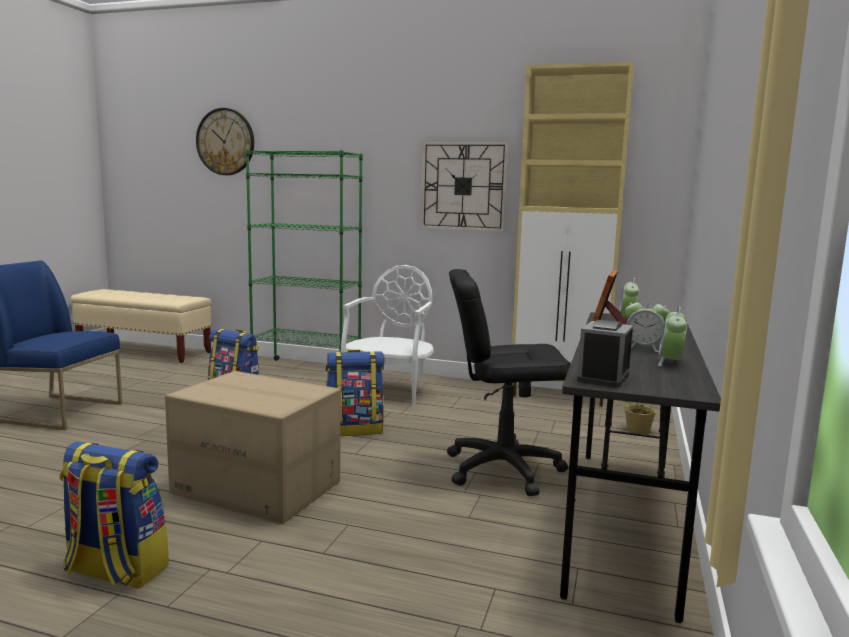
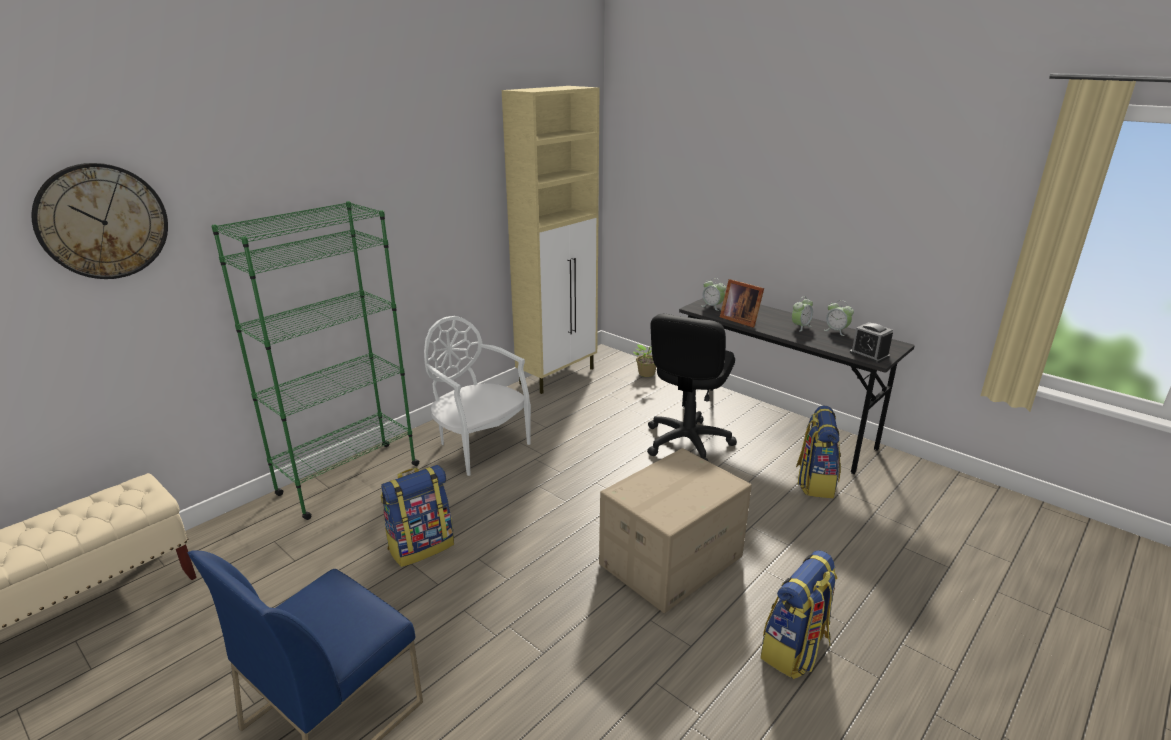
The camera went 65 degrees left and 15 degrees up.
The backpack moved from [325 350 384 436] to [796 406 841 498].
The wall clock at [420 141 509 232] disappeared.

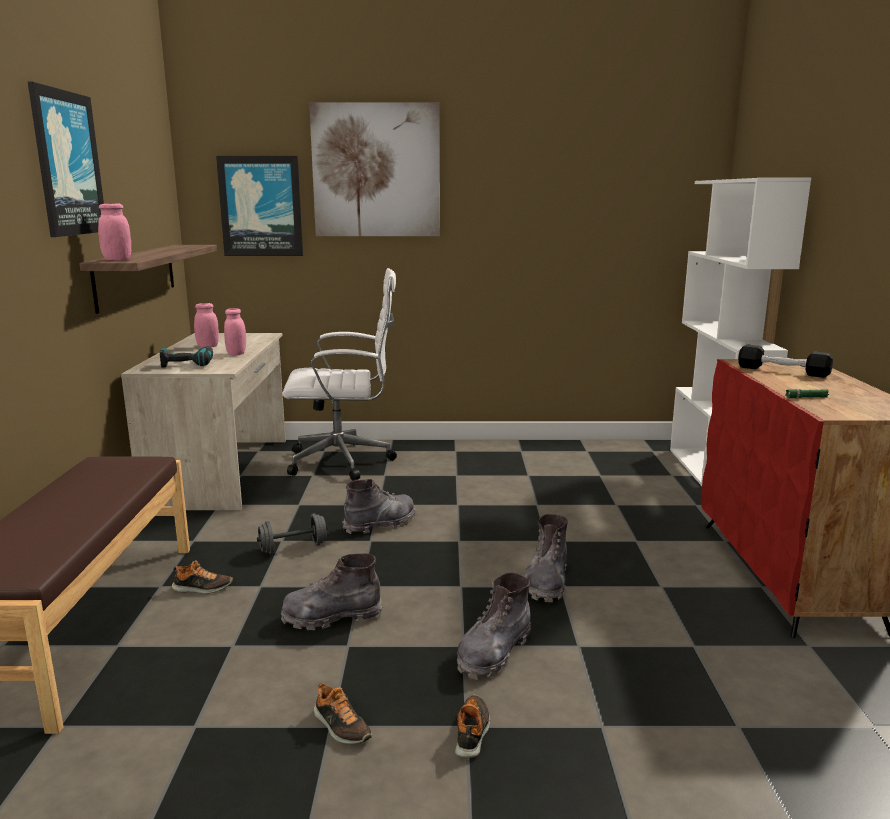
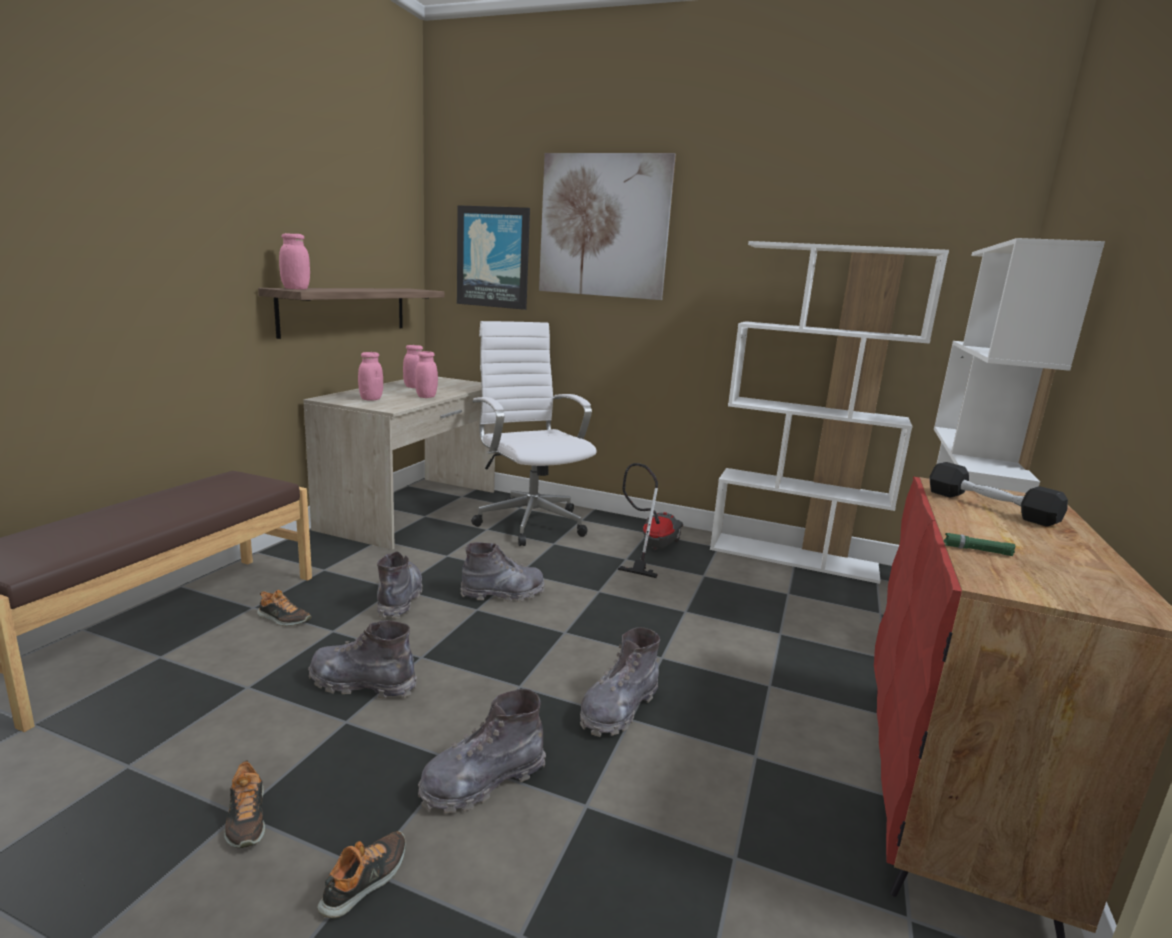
The camera went 20 degrees right and 0 degrees up.
The power drill at [160 346 213 368] was replaced by the pink jar at [358 352 383 401].
The grey dumbbell at [257 513 327 554] was replaced by the grey boot at [377 551 423 619].
The white office chair at [282 268 397 481] turned 135 degrees counterclockwise.
The vacuum cleaner at [617 463 683 578] appeared.
The white bookcase at [710 241 949 584] appeared.
The picture at [28 82 104 237] disappeared.

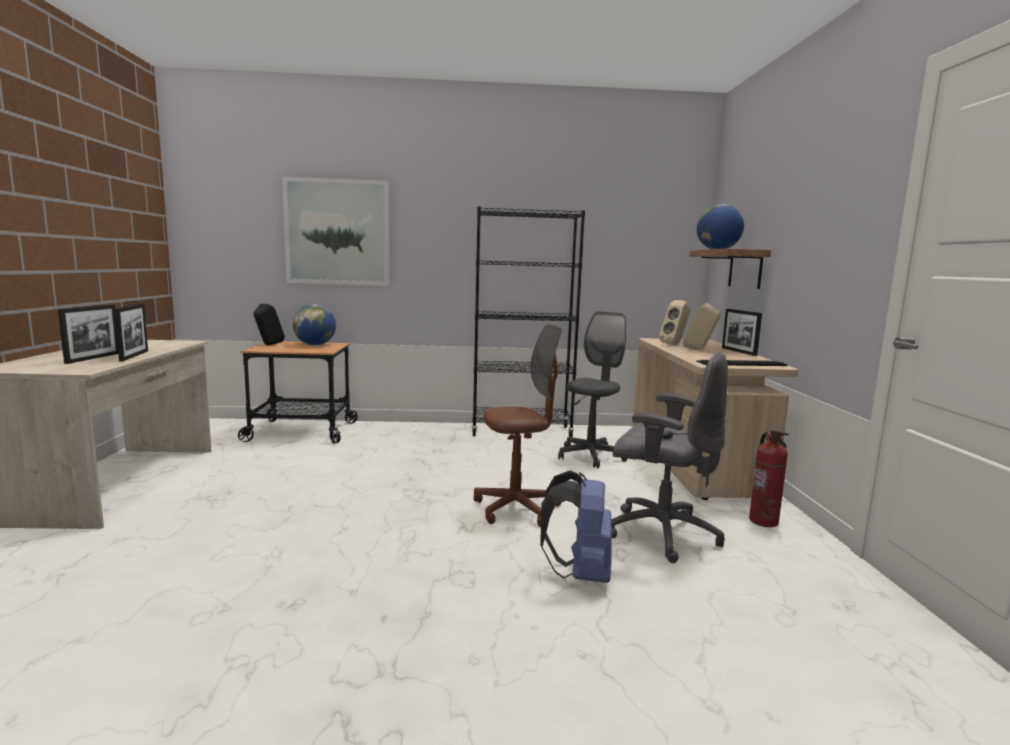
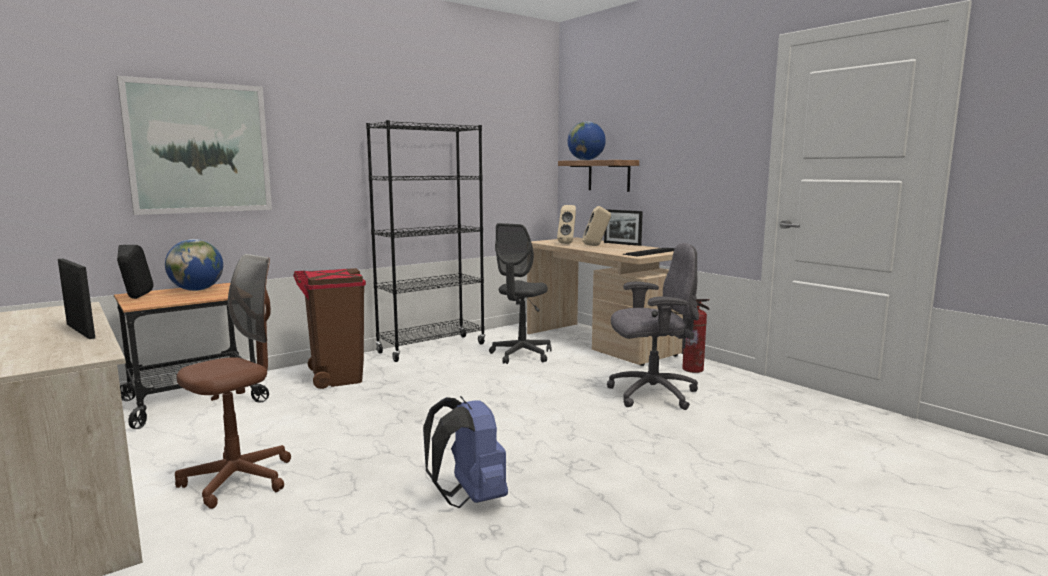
The camera went 35 degrees left and 0 degrees up.
The brown office chair moved from [474 324 563 527] to [175 254 291 509].
The brown trash can at [293 268 366 389] appeared.
The blue backpack moved from [540 471 612 583] to [423 396 508 508].
The grey office chair at [558 311 627 468] turned 150 degrees counterclockwise.
The picture frame at [58 305 118 364] disappeared.

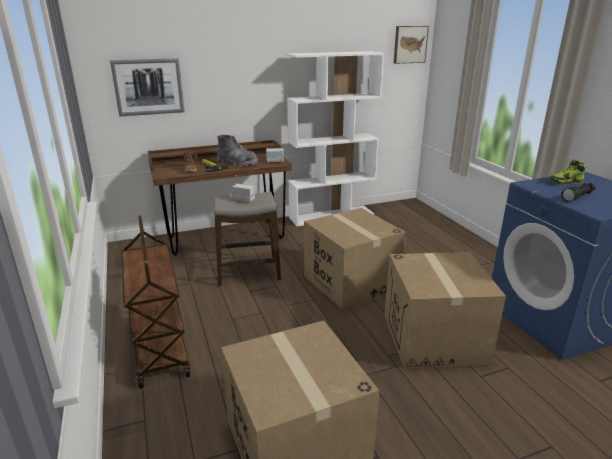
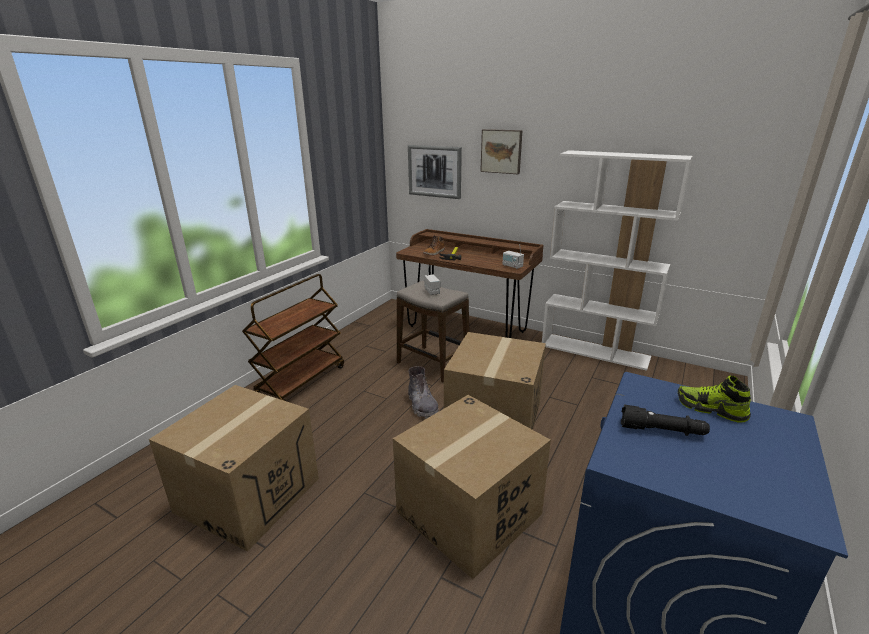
The camera went 50 degrees right and 0 degrees up.
The grey boot moved from [217 135 258 167] to [408 366 439 419].
The picture moved from [394 26 429 64] to [480 129 523 174].

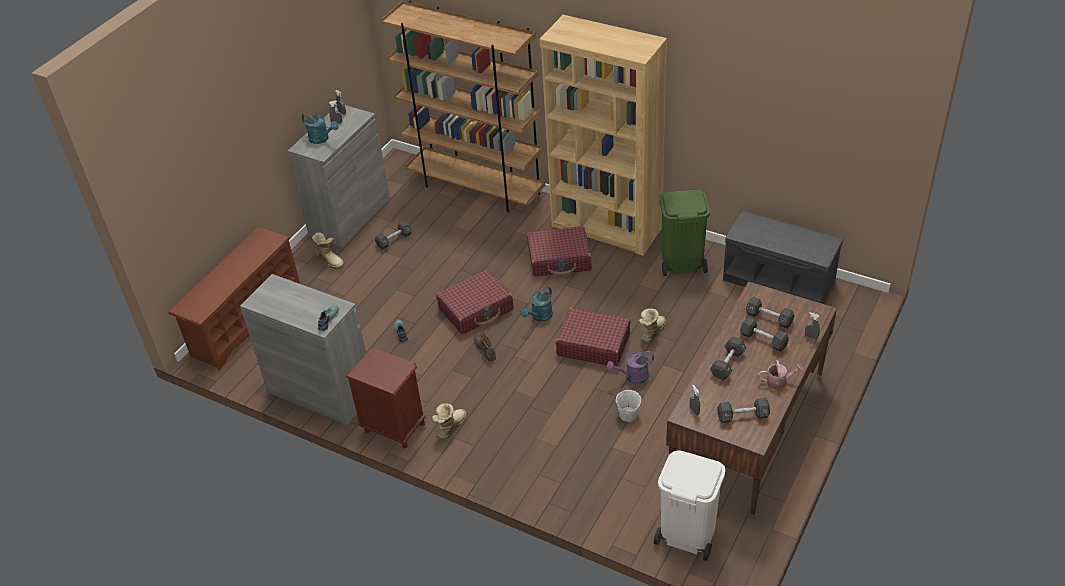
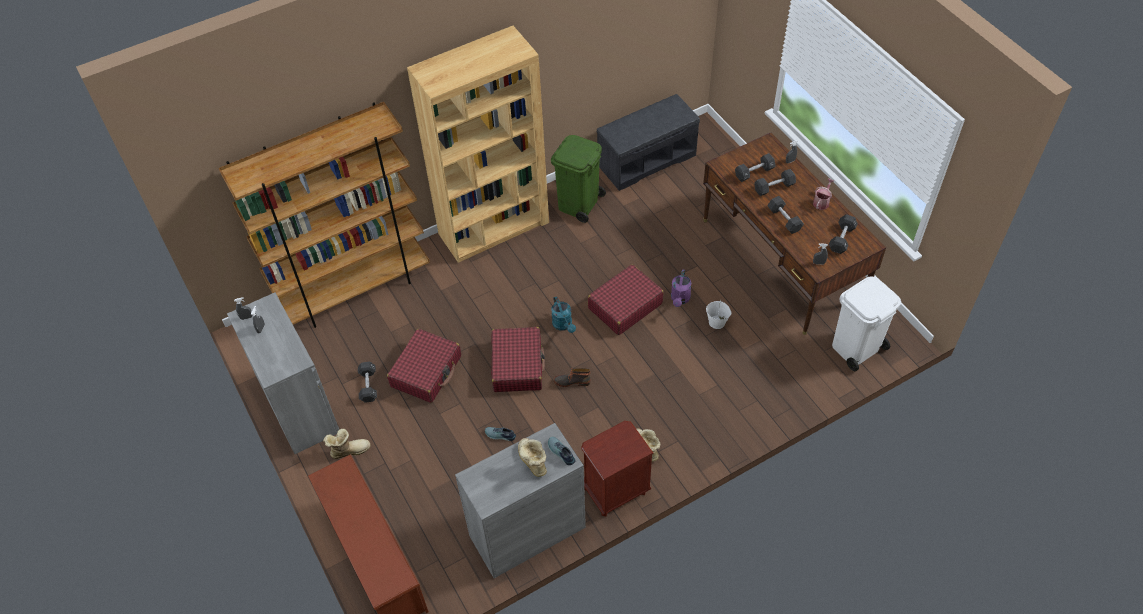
The camera went 60 degrees left and 10 degrees up.
The red suitcase moved from [527 226 592 277] to [387 329 461 403].
The boot moved from [638 308 666 342] to [518 438 547 477].
The turquoise watering can at [302 112 339 144] disappeared.

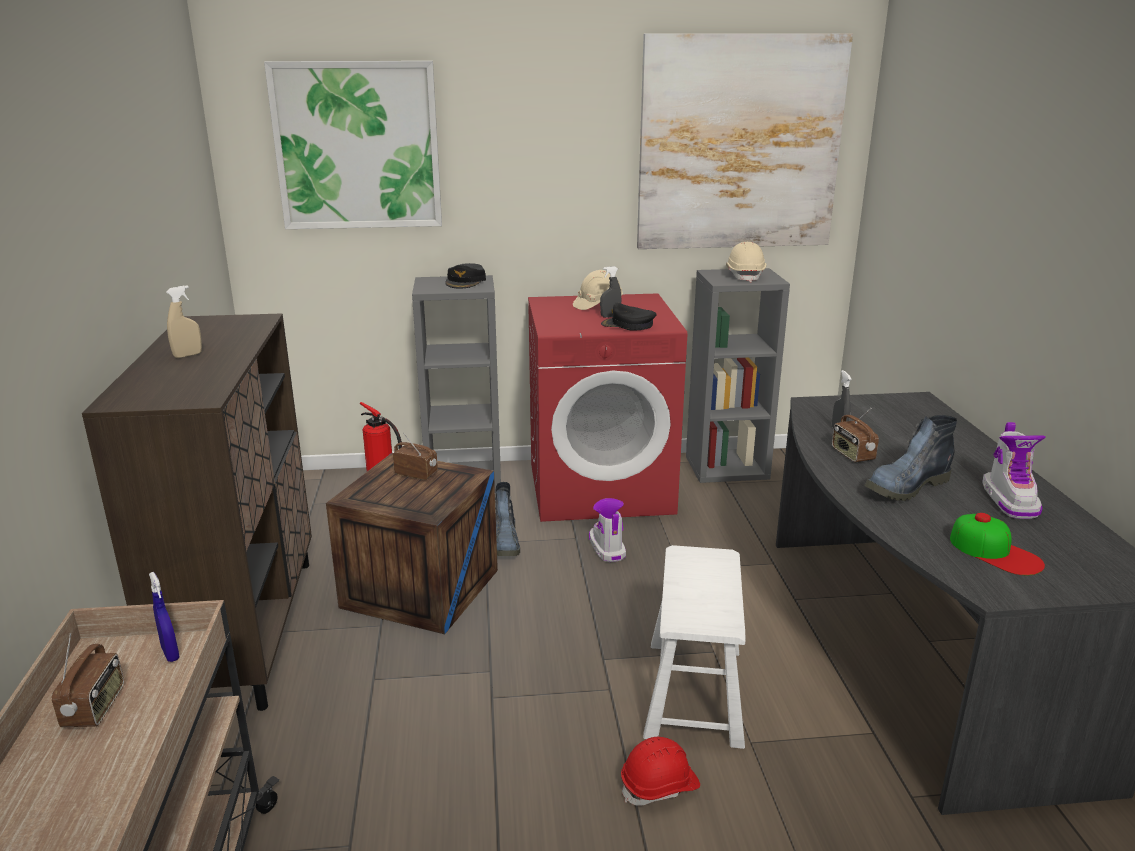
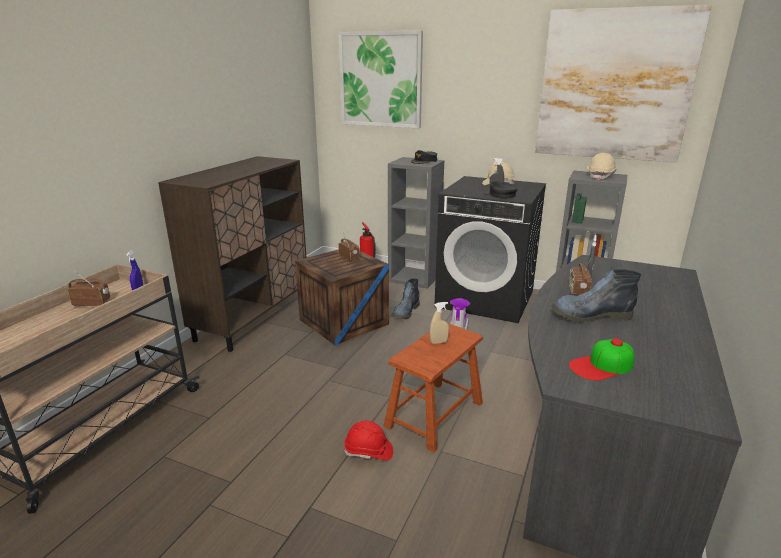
The camera went 30 degrees right and 0 degrees up.
The radio at [52 633 124 727] turned 120 degrees counterclockwise.
The white stool at [643 545 745 749] became the brown stool at [383 323 483 452].
The beige spray bottle moved from [166 285 202 358] to [430 302 449 344].
The red washing machine at [528 293 687 522] became the black washing machine at [434 176 546 323].
The cap at [950 513 1045 575] turned 75 degrees clockwise.
The boot at [982 422 1046 519] disappeared.

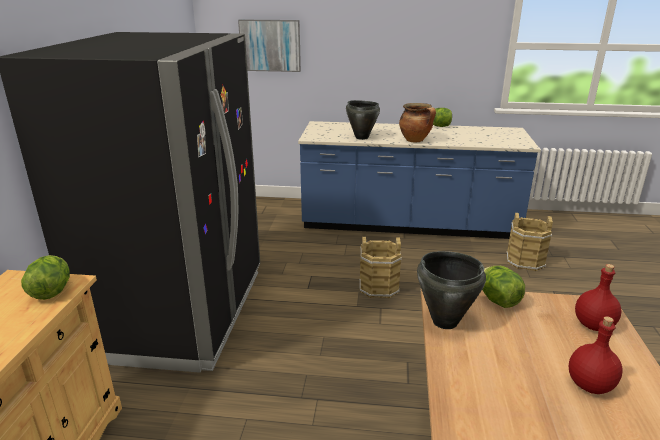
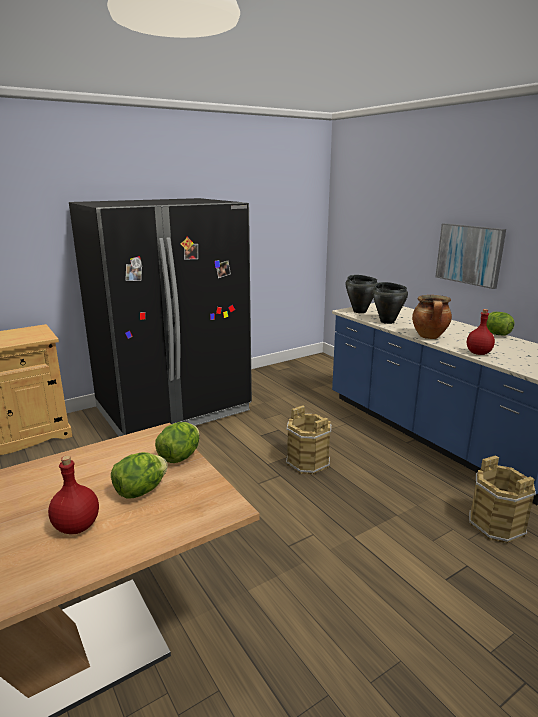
The camera went 50 degrees right and 5 degrees down.
The lettuce moved from [21 255 70 300] to [111 452 168 499].
The black cooking pot moved from [417 251 486 329] to [345 275 378 313].
The picture moved from [238 19 301 72] to [435 223 506 289].
The red bottle moved from [575 264 621 331] to [467 309 495 355].

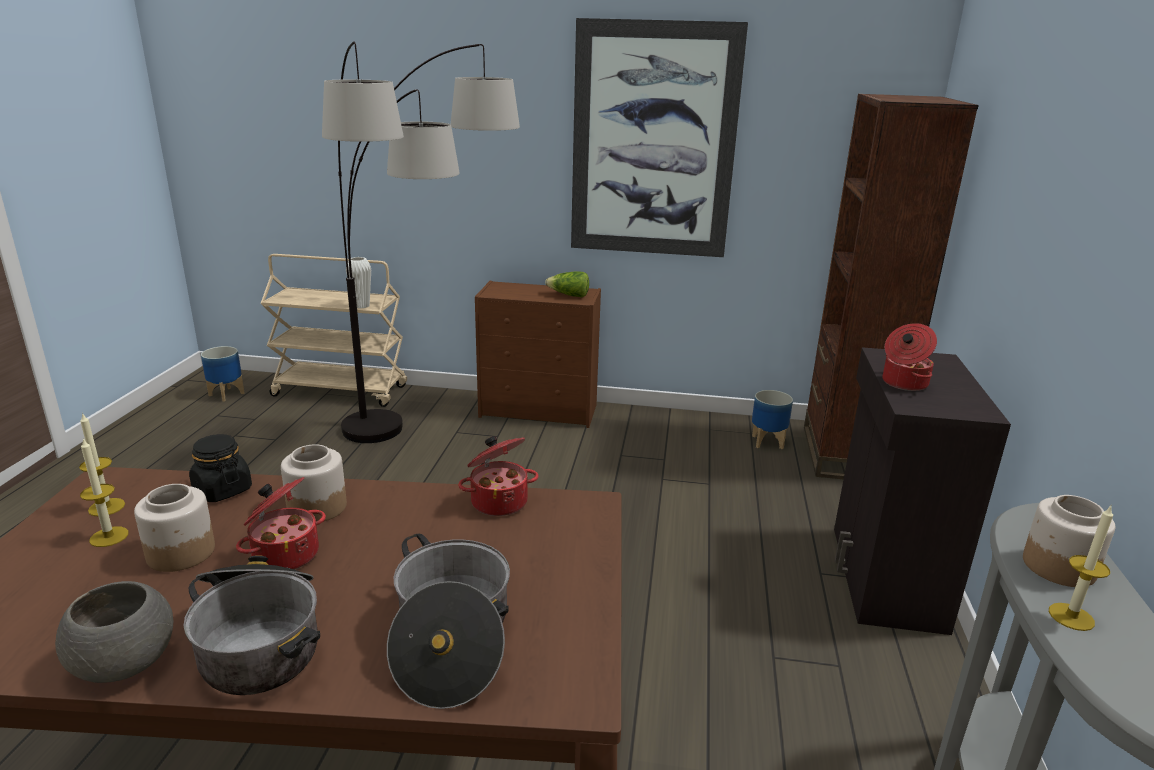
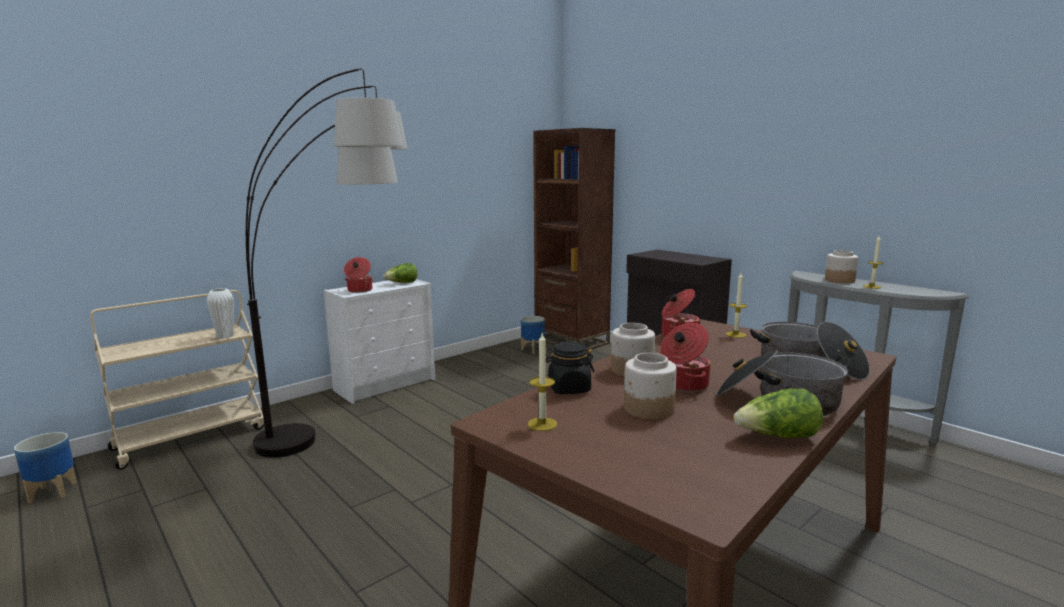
The camera went 50 degrees left and 10 degrees down.
The brown dresser at [475 281 601 428] became the white dresser at [324 279 435 404].
The cooking pot moved from [883 323 937 391] to [344 257 374 293].
The candle moved from [80 438 129 547] to [726 273 747 338].
The grey bowl at [55 581 173 683] was replaced by the lettuce at [734 388 823 438].
The picture at [571 18 748 257] disappeared.

